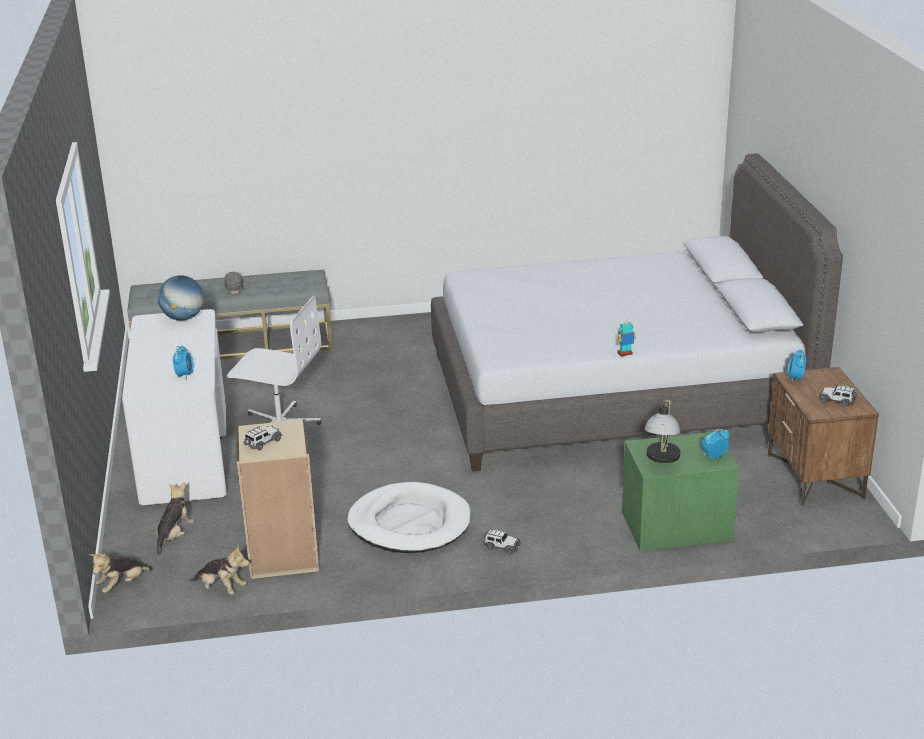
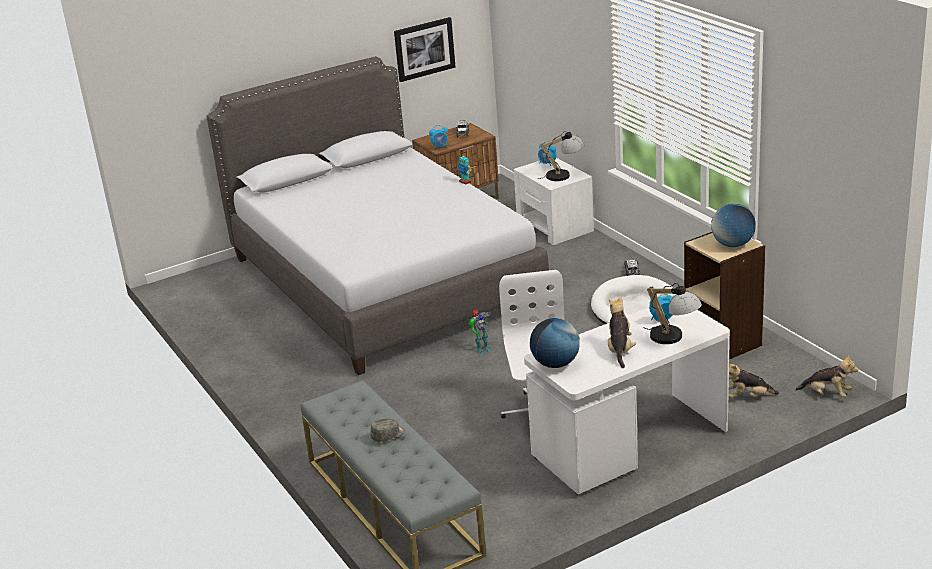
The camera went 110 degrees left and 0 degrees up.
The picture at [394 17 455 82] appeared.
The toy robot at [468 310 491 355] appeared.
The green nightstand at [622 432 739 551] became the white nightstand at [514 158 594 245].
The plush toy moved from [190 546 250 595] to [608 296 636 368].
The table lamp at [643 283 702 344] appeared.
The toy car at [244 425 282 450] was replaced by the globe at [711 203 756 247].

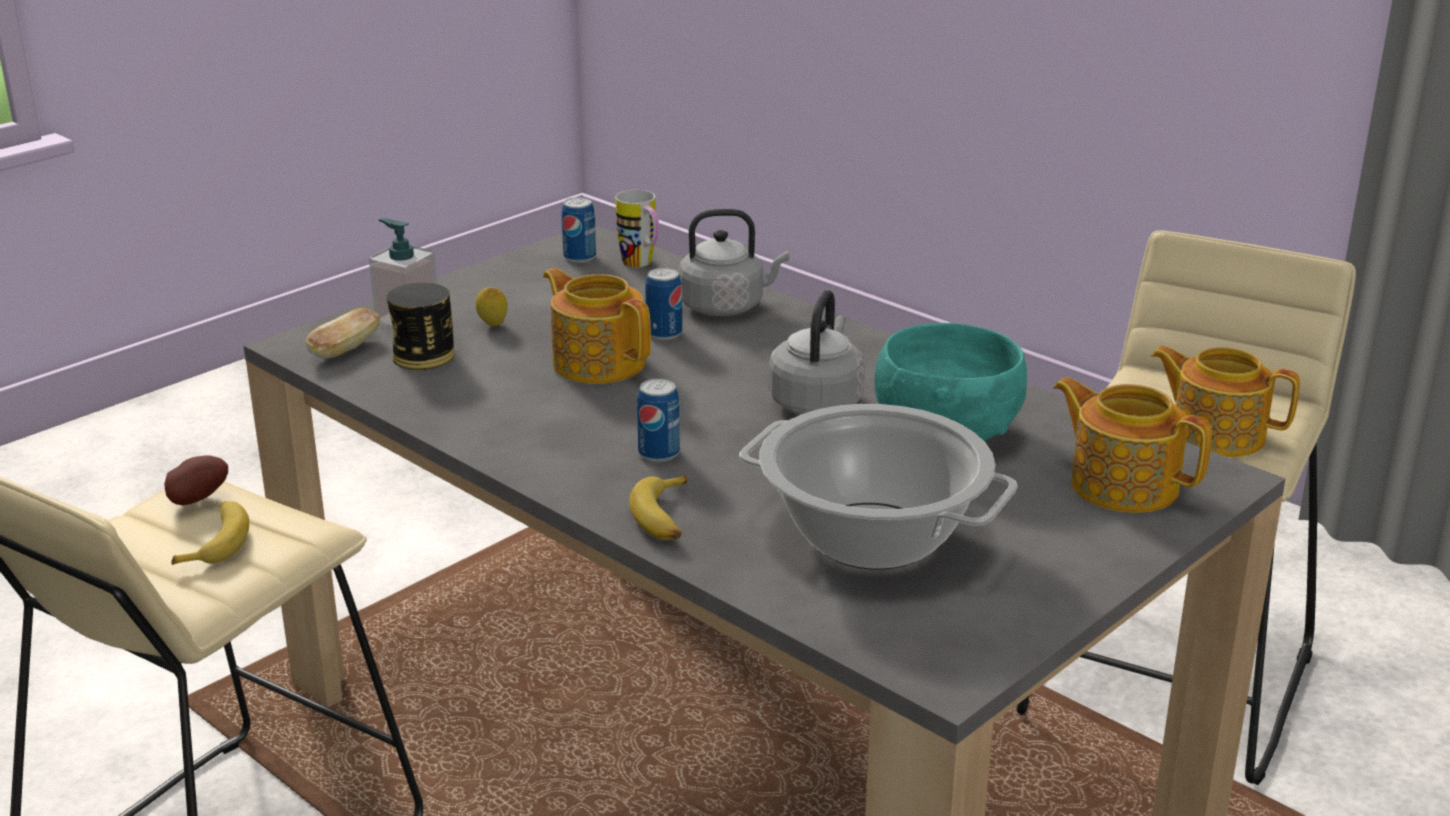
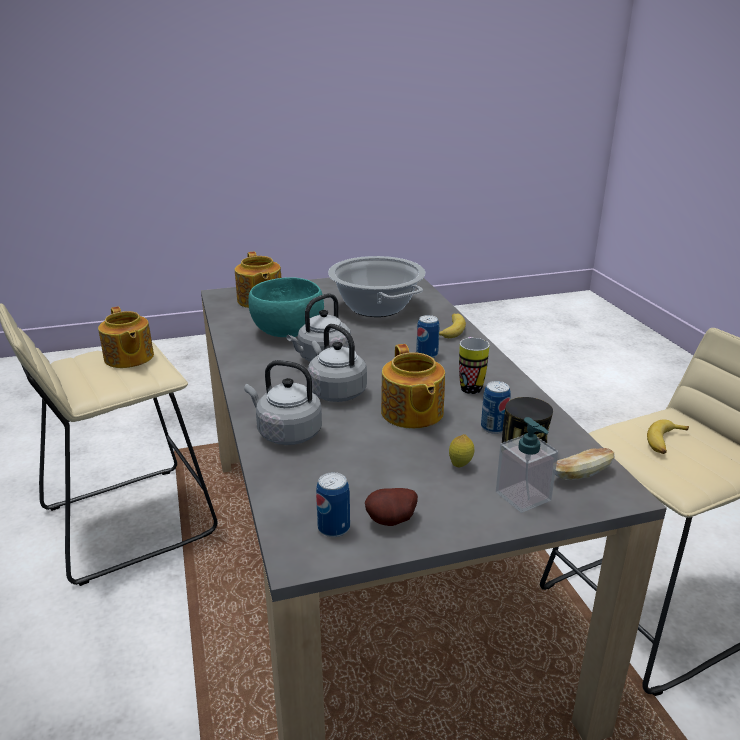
The camera went 150 degrees left and 0 degrees up.
The grey kettle at [308 324 367 402] appeared.
The potato moved from [164 455 228 505] to [365 488 418 526].
The mug moved from [615 190 659 267] to [459 337 489 394].
The can moved from [645 268 682 340] to [481 381 511 434].

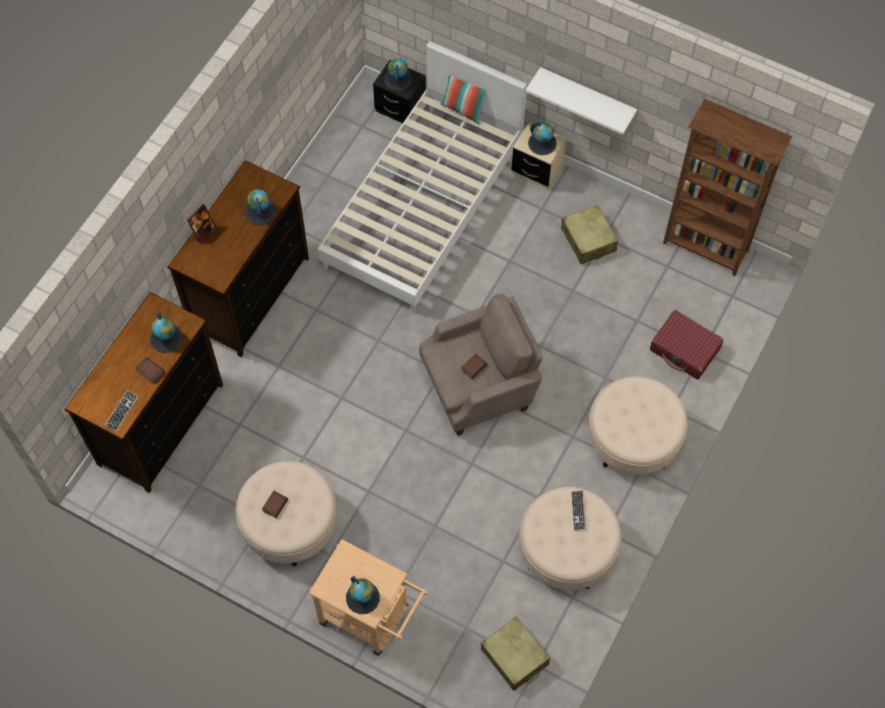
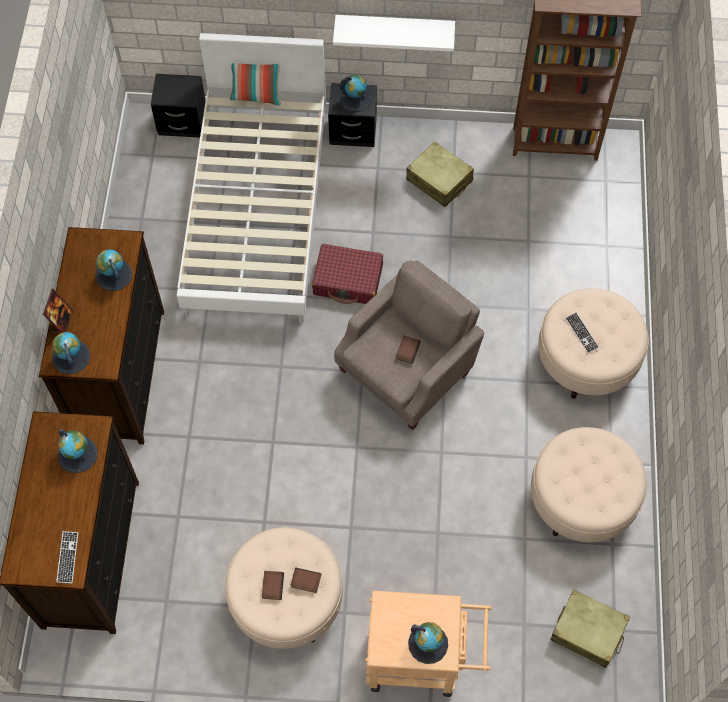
The camera went 25 degrees left and 0 degrees up.
The globe moved from [384 58 412 91] to [52 332 90 374].
The book moved from [135 357 164 384] to [291 567 321 593].
The red suitcase moved from [650 310 724 380] to [312 244 383 304].
The beige nightstand at [512 122 567 190] became the black nightstand at [328 83 377 147].
The keyboard moved from [571 490 586 531] to [565 312 599 354].

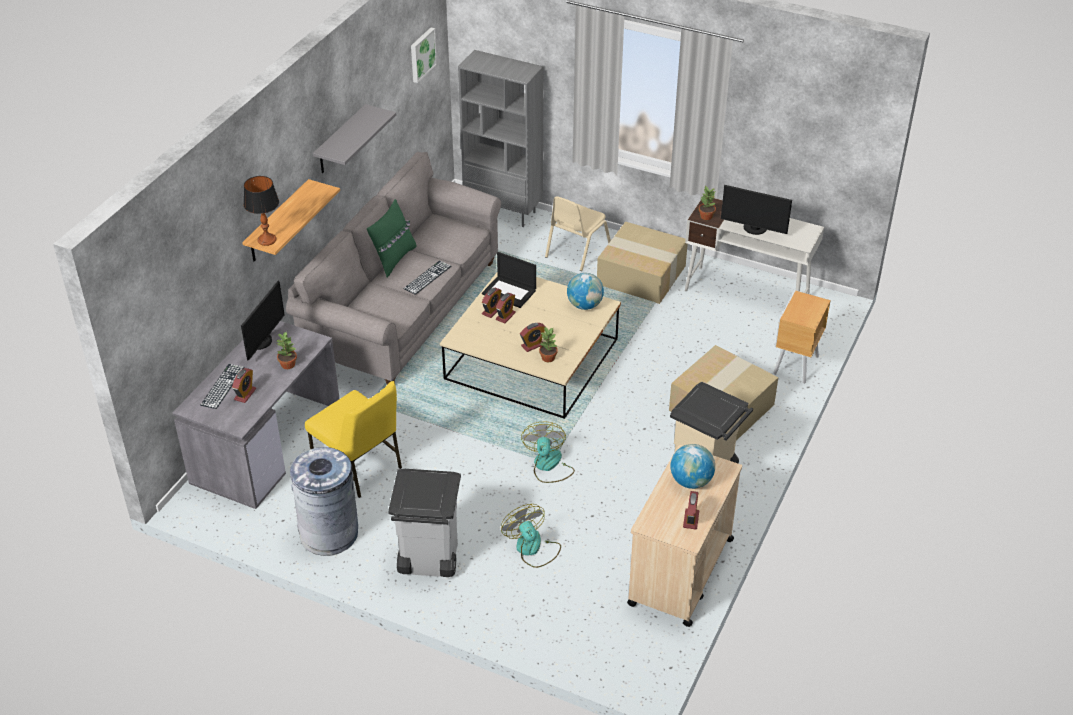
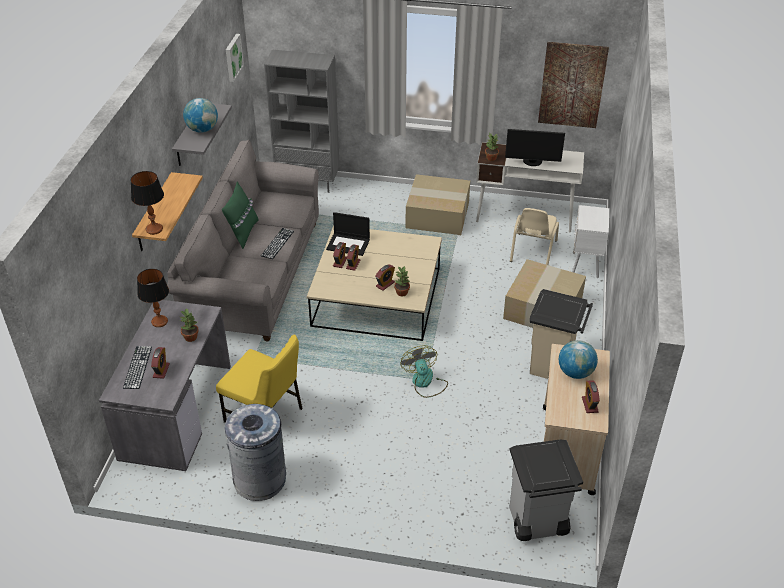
The camera went 15 degrees left and 0 degrees up.
The monitor at [241 280 285 361] was replaced by the table lamp at [137 269 169 327].
The globe moved from [567 273 604 310] to [183 98 218 133].
The grey trash can moved from [388 469 461 577] to [509 440 583 541].
The beige chair moved from [545 196 611 271] to [510 208 559 265].
The picture at [538 42 609 128] appeared.
The brown nightstand at [773 291 831 384] became the white nightstand at [572 205 609 278].
The fan at [501 504 561 568] disappeared.

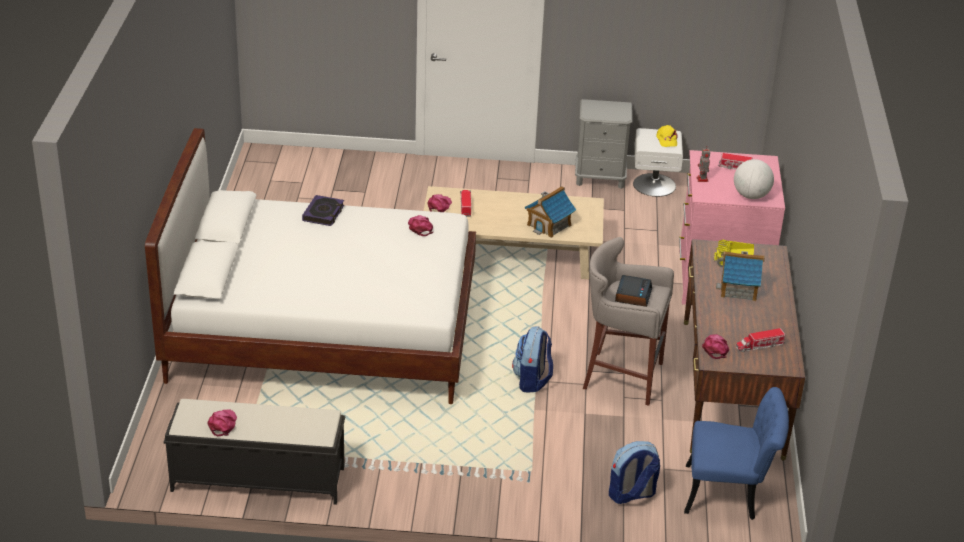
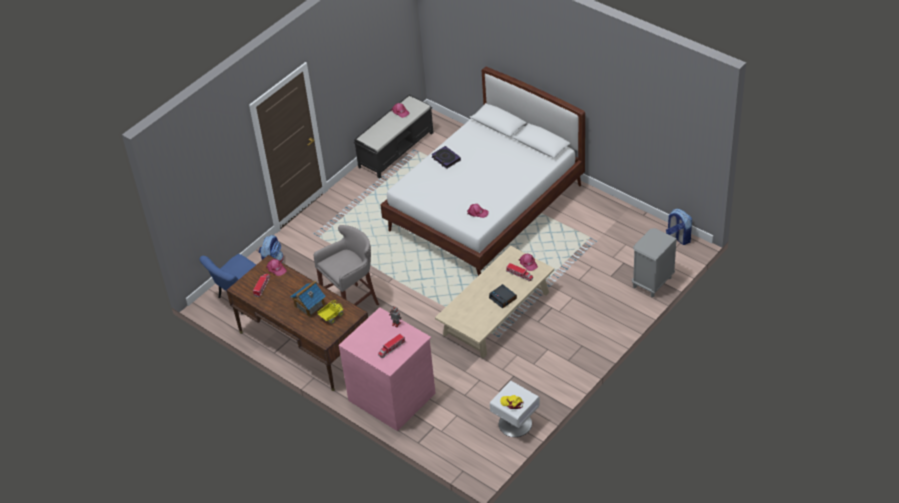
The camera went 130 degrees right and 10 degrees up.
The book moved from [302 195 344 226] to [431 146 461 169].
The alarm clock moved from [615 275 652 307] to [489 284 517 309].
The grey nightstand moved from [575 99 632 189] to [632 228 677 297].
The backpack moved from [512 326 553 393] to [666 209 692 245].
The toy house at [525 186 577 238] disappeared.
The globe at [734 159 774 199] disappeared.

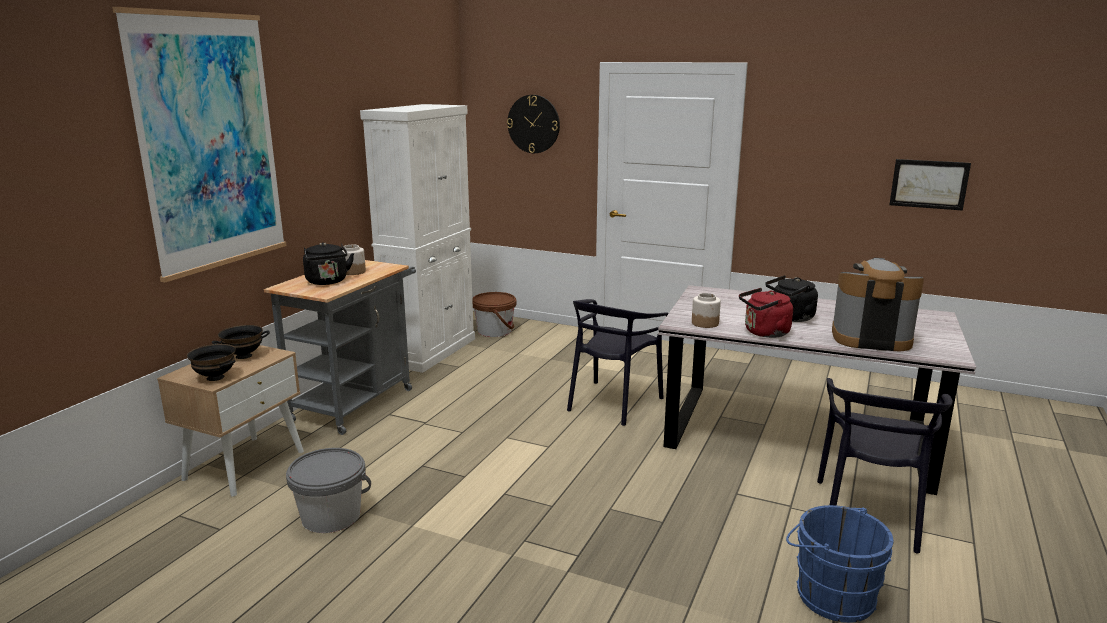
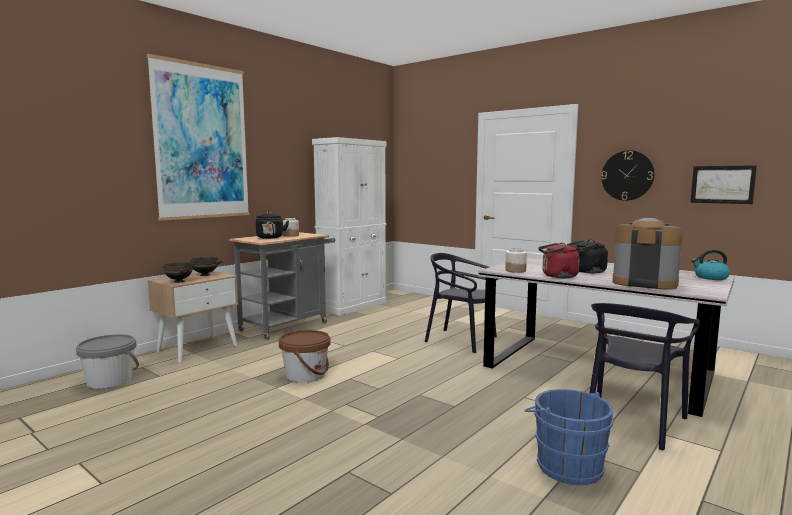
The camera went 15 degrees right and 10 degrees down.
The grey bucket moved from [286 448 371 533] to [76 334 139 389].
The brown bucket moved from [472 292 517 337] to [279 330 330 383].
The black chair at [567 299 669 426] turned 75 degrees clockwise.
The wall clock moved from [507 95 560 153] to [601 150 654 201].
The kettle at [691 249 730 280] appeared.

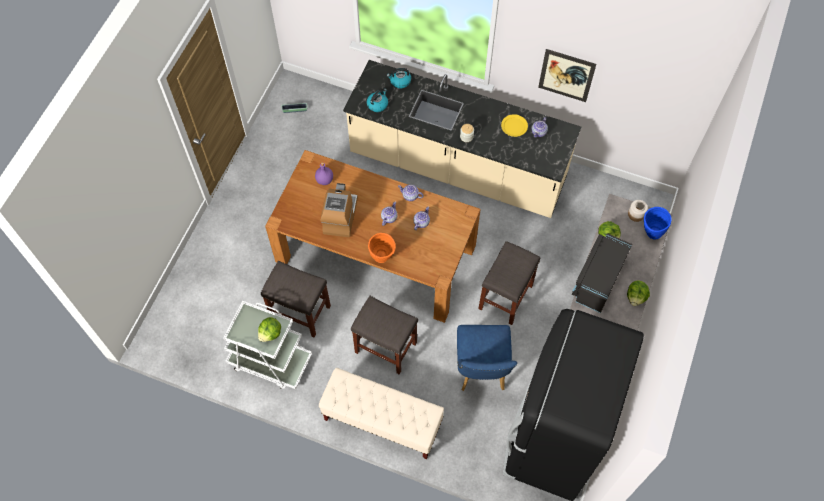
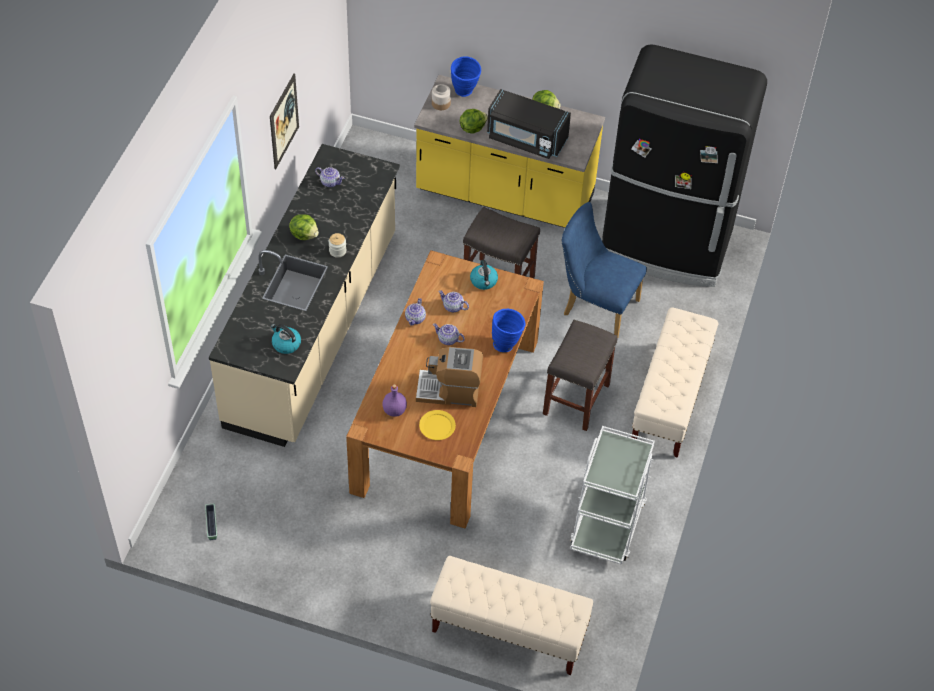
The camera went 95 degrees left and 10 degrees down.
The lettuce moved from [258 317 281 342] to [289 214 319 240].
The yellow plate moved from [501 114 528 137] to [419 410 456 440].
The beige bench at [430 556 593 675] appeared.
The kettle moved from [387 68 411 88] to [470 260 498 290].
The orange vase at [368 233 396 263] became the blue vase at [492 309 526 352].
The blue chair at [457 325 517 391] turned 150 degrees counterclockwise.
The grey stool at [261 261 331 338] disappeared.

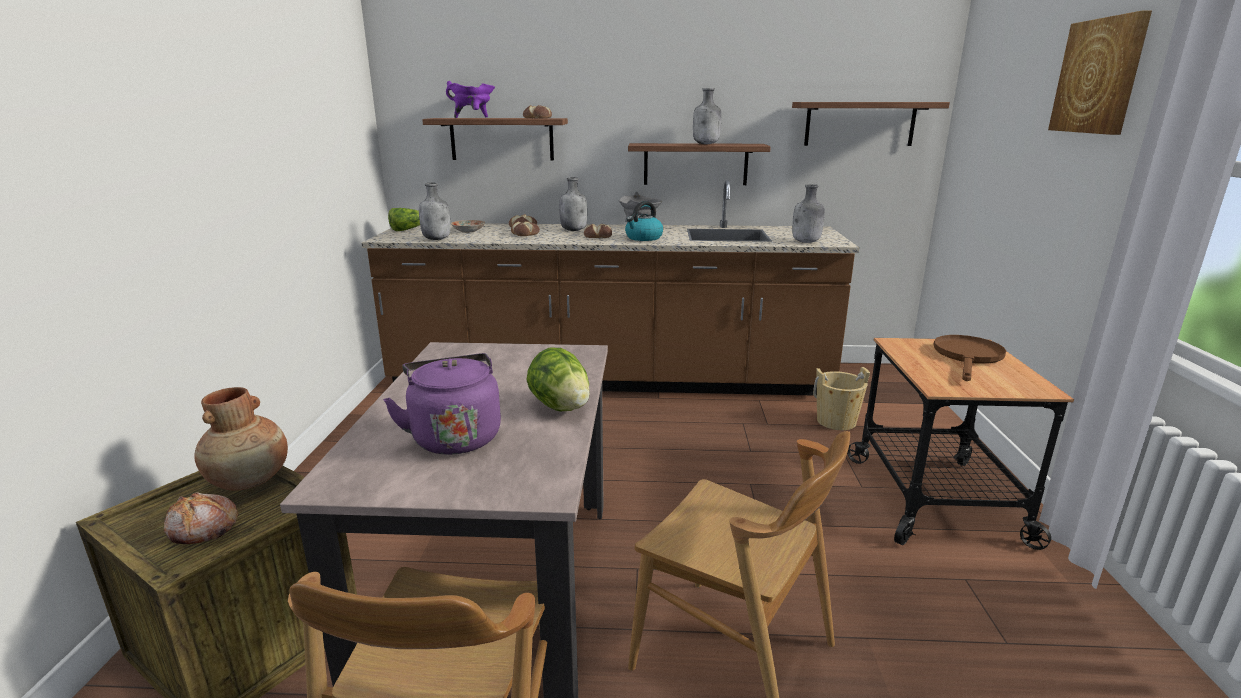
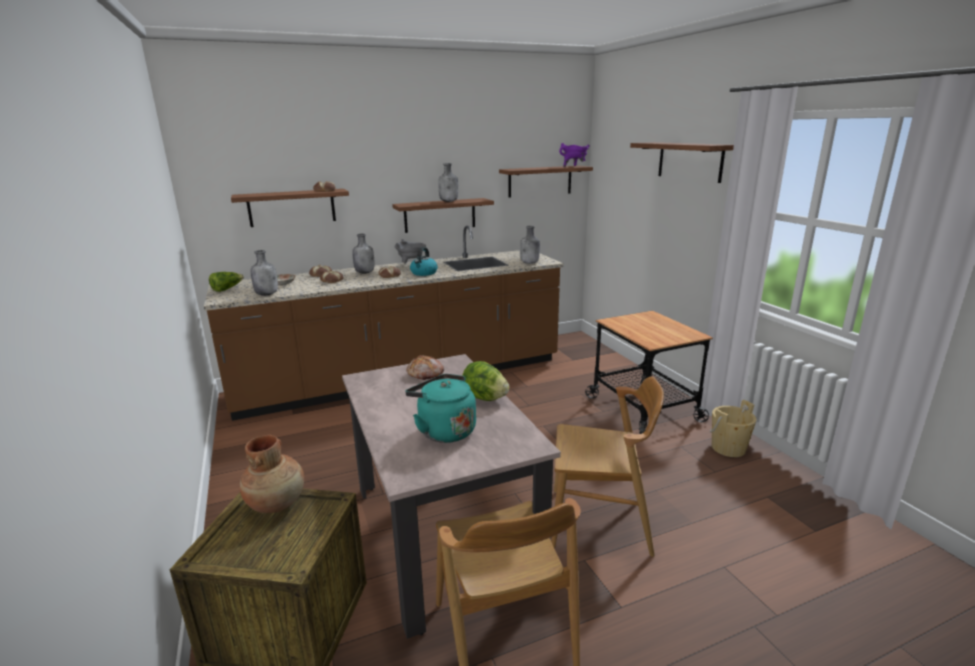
The camera went 25 degrees left and 0 degrees up.
The purple kettle at [383 353 501 455] became the turquoise kettle at [405 374 476 443].
The bread moved from [164 492 238 544] to [406 355 444 380].
The purple cooking pot moved from [446 81 495 118] to [559 143 590 167].
The picture at [1048 10 1152 135] was replaced by the shelf at [630 142 734 183].
The beige bucket moved from [813 367 870 430] to [710 400 757 457].
The brown frying pan at [933 335 1006 381] disappeared.

